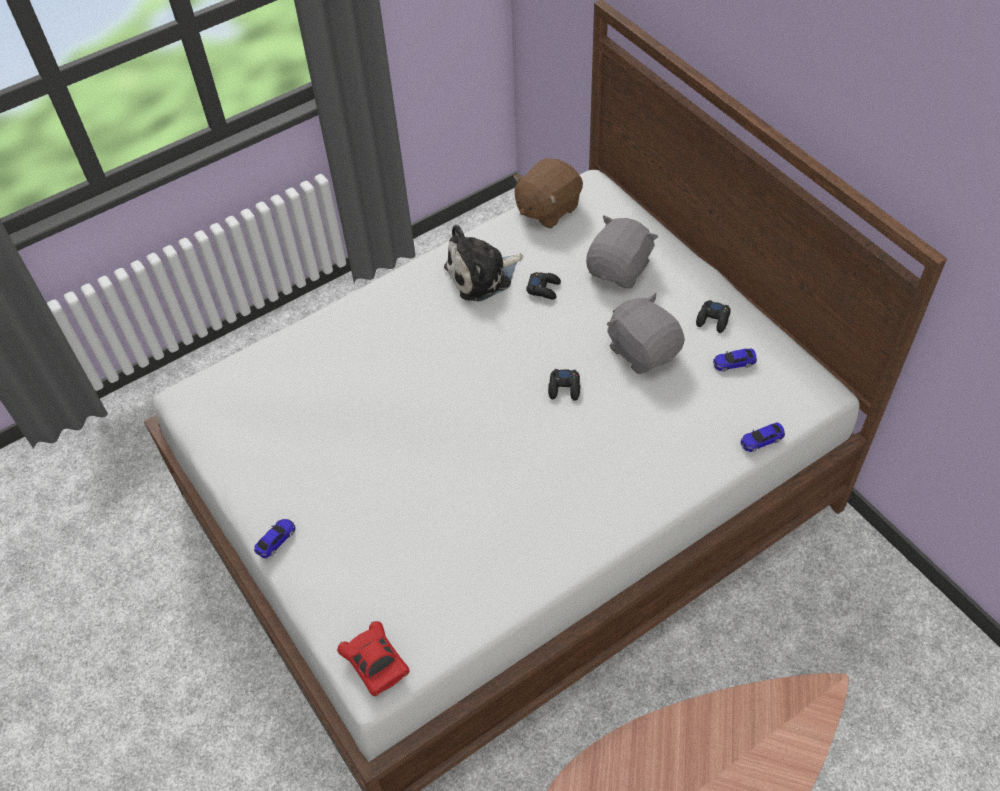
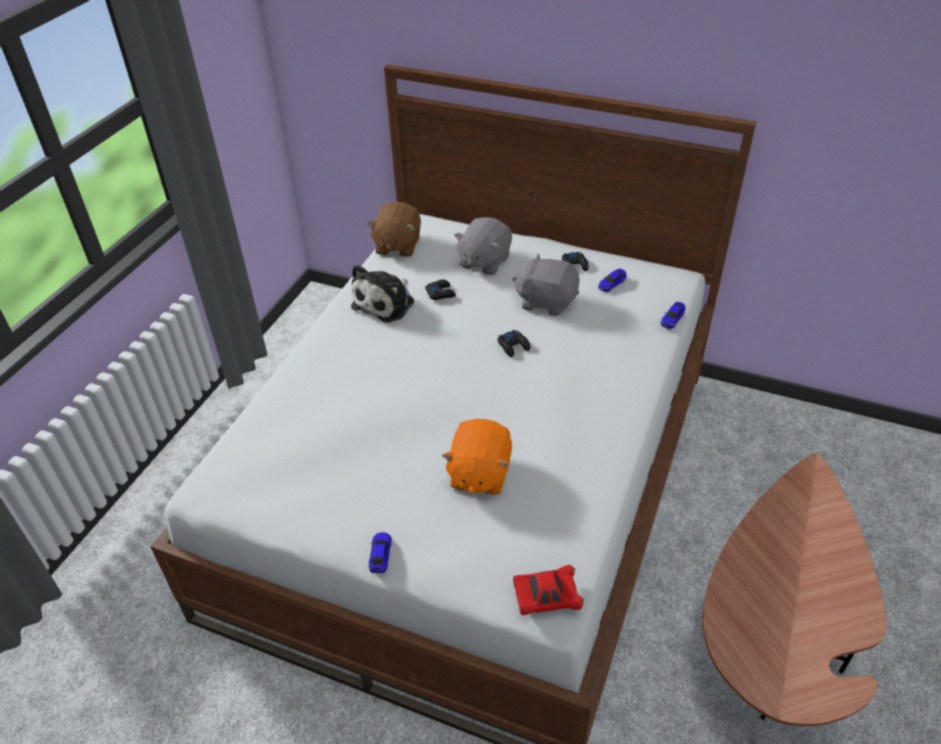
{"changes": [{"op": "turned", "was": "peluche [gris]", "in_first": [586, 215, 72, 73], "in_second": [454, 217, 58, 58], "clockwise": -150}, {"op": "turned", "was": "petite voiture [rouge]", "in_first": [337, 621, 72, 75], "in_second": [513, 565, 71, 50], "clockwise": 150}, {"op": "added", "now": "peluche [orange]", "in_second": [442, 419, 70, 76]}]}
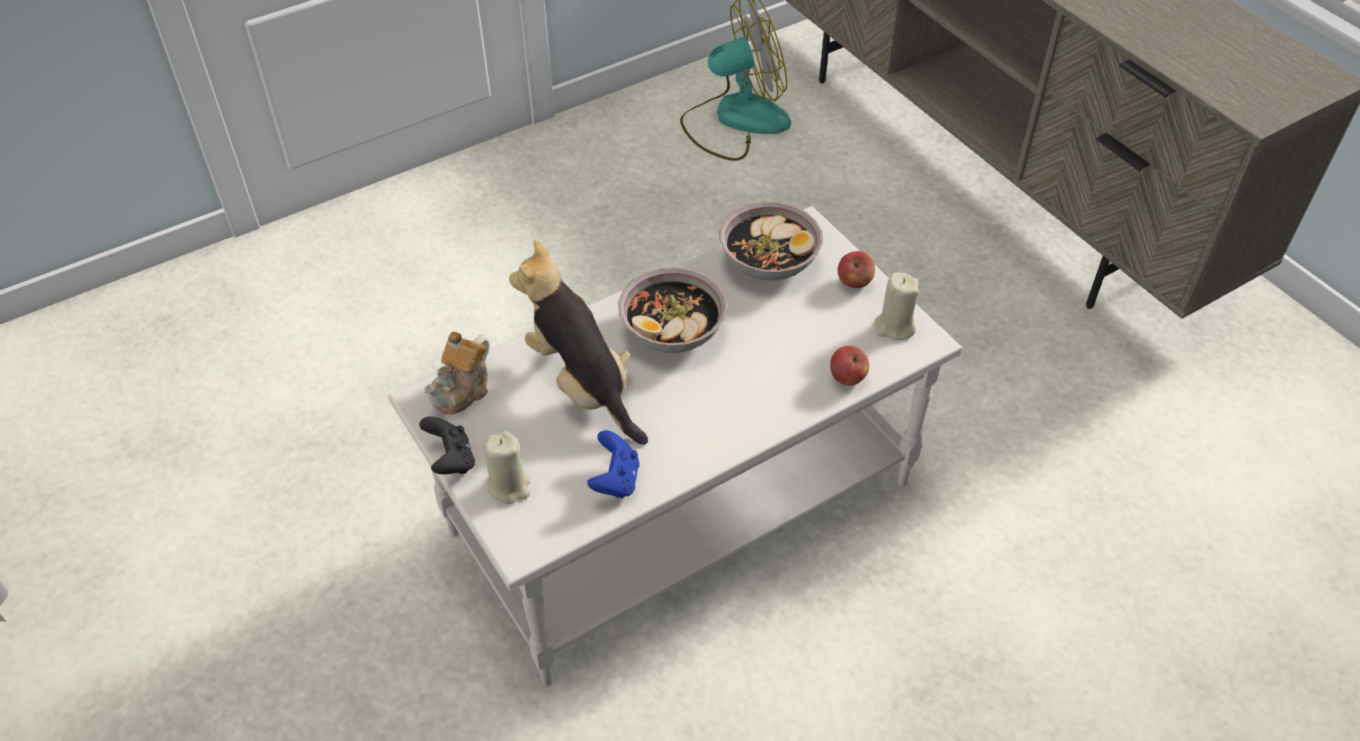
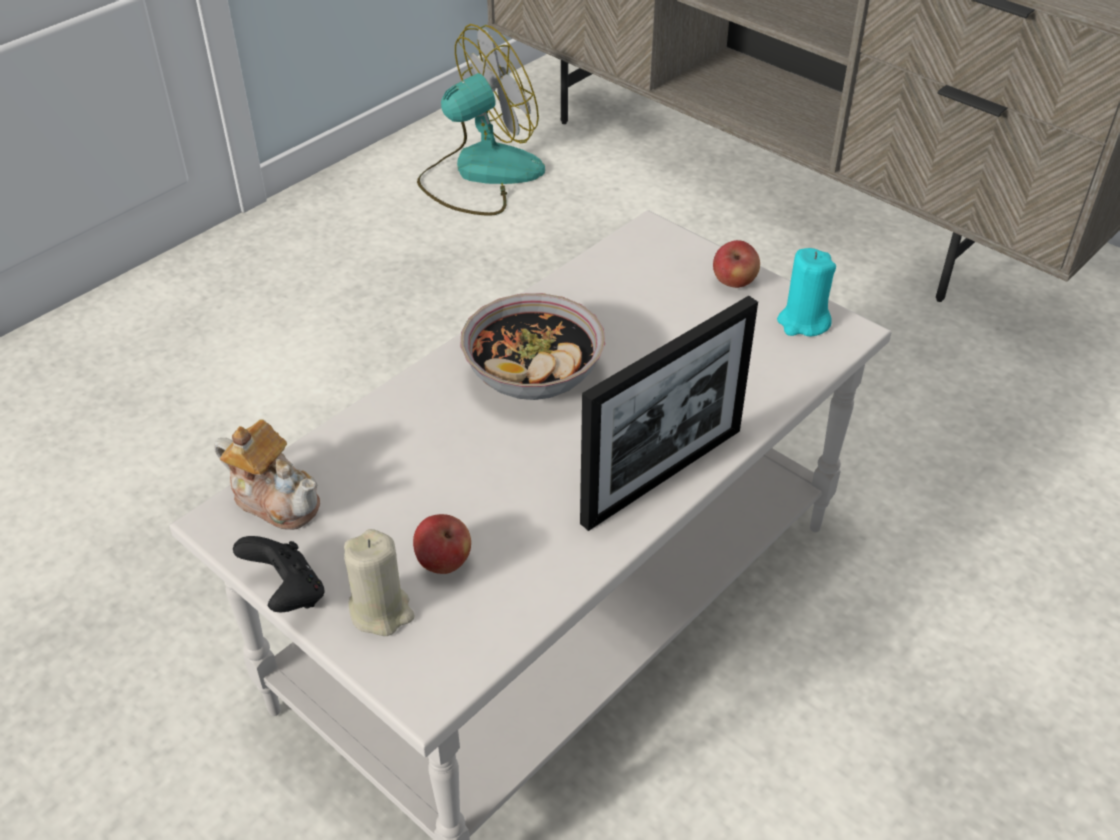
{"changes": [{"op": "removed", "was": "bol", "in_first": [719, 202, 104, 79]}, {"op": "removed", "was": "peluche", "in_first": [509, 240, 139, 205]}, {"op": "recoloured", "was": "bougie [beige]", "now": "bougie [turquoise]", "in_first": [874, 273, 45, 67], "in_second": [777, 248, 59, 88]}, {"op": "turned", "was": "théière", "in_first": [424, 332, 65, 83], "in_second": [214, 419, 106, 111], "clockwise": -75}, {"op": "moved", "was": "pomme", "in_first": [830, 346, 39, 40], "in_second": [413, 514, 58, 60]}, {"op": "removed", "was": "manette [bleu]", "in_first": [587, 430, 52, 69]}, {"op": "added", "now": "cadre photo", "in_second": [580, 296, 178, 235]}]}
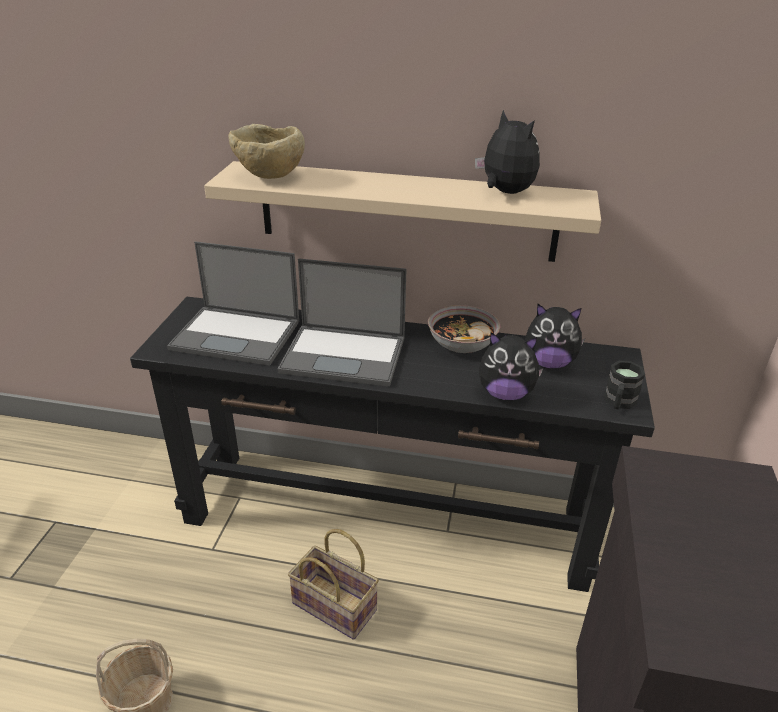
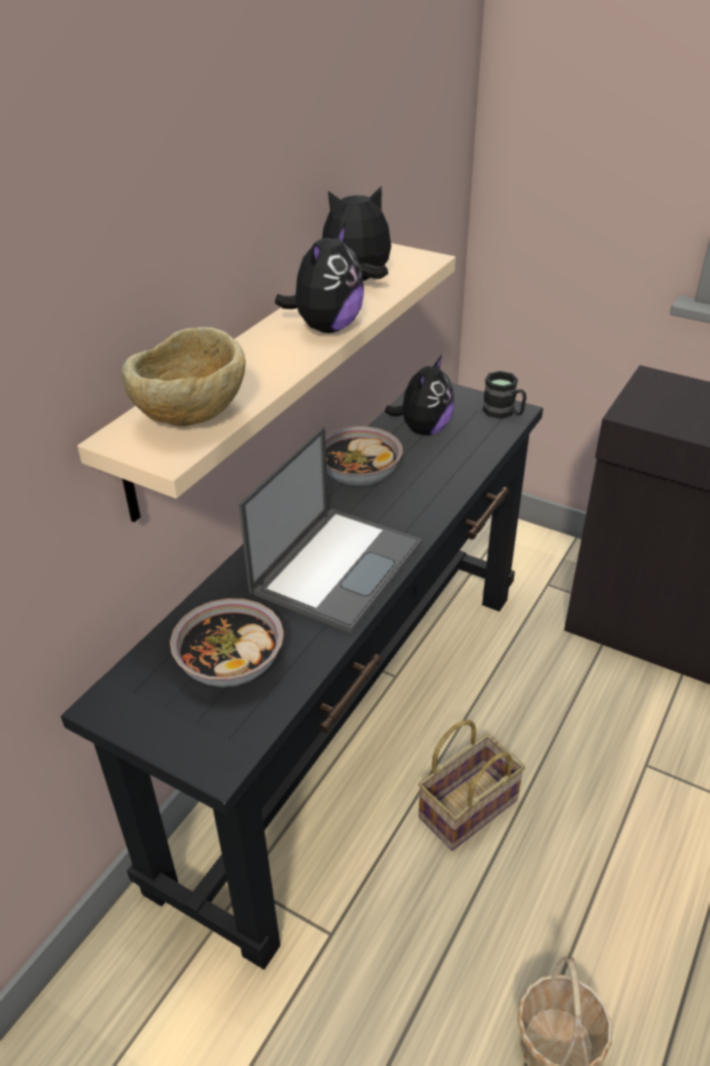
{"changes": [{"op": "replaced", "was": "ordinateur portable", "now": "bol", "in_first": [167, 241, 132, 125], "in_second": [170, 598, 114, 89]}, {"op": "moved", "was": "peluche", "in_first": [479, 332, 65, 68], "in_second": [275, 223, 89, 110]}]}
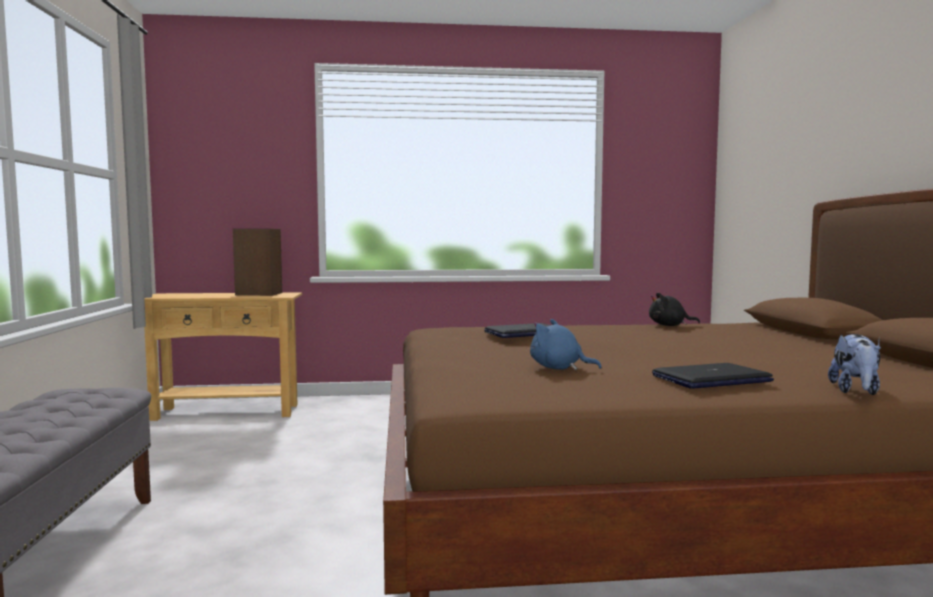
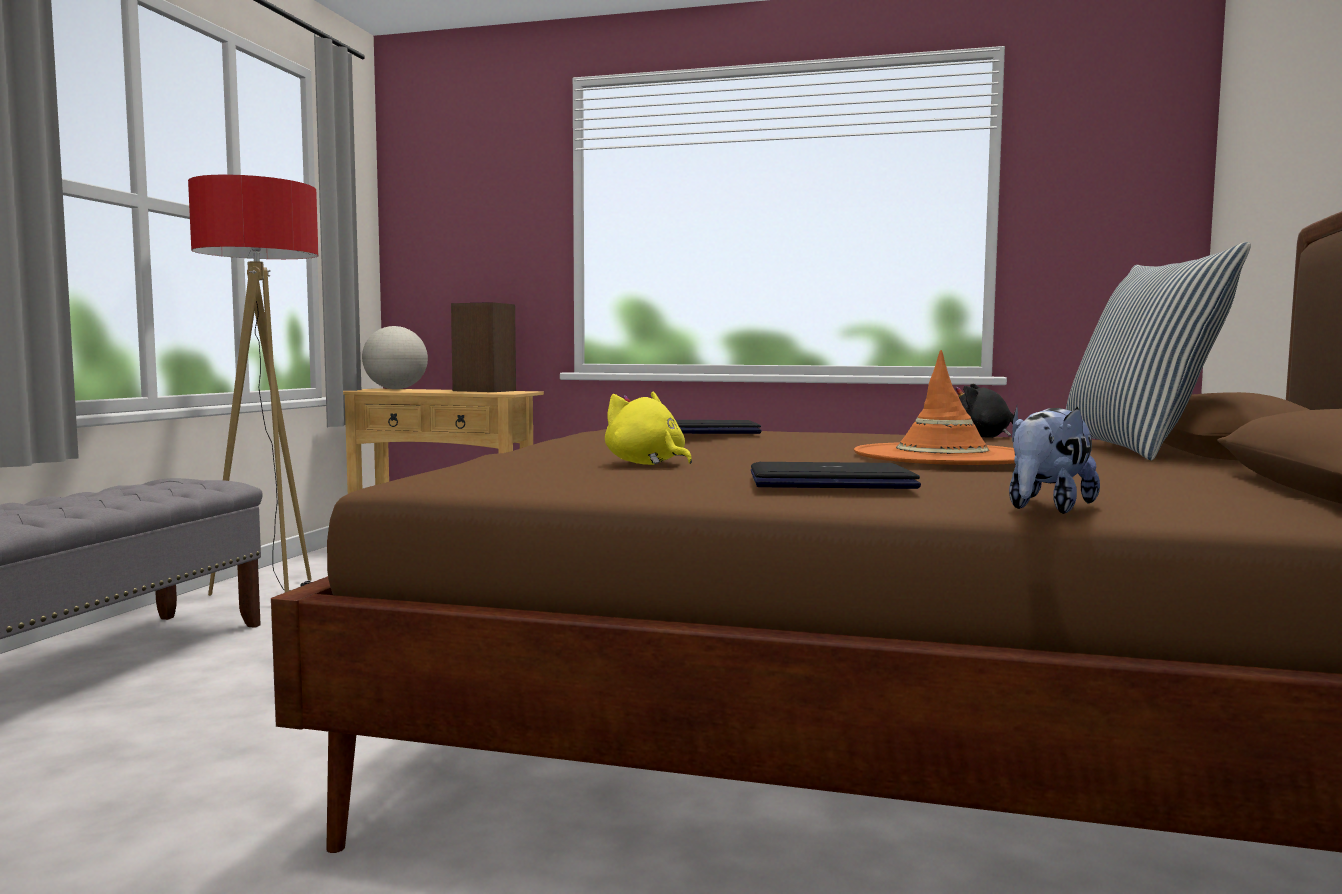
{"changes": [{"op": "recoloured", "was": "peluche [bleu]", "now": "peluche [jaune]", "in_first": [530, 319, 72, 51], "in_second": [605, 392, 87, 73]}, {"op": "added", "now": "lampadaire", "in_second": [188, 175, 130, 421]}, {"op": "added", "now": "coussin", "in_second": [1066, 242, 185, 218]}, {"op": "added", "now": "globe", "in_second": [362, 326, 66, 63]}, {"op": "added", "now": "chapeau [orange]", "in_second": [854, 350, 161, 115]}]}
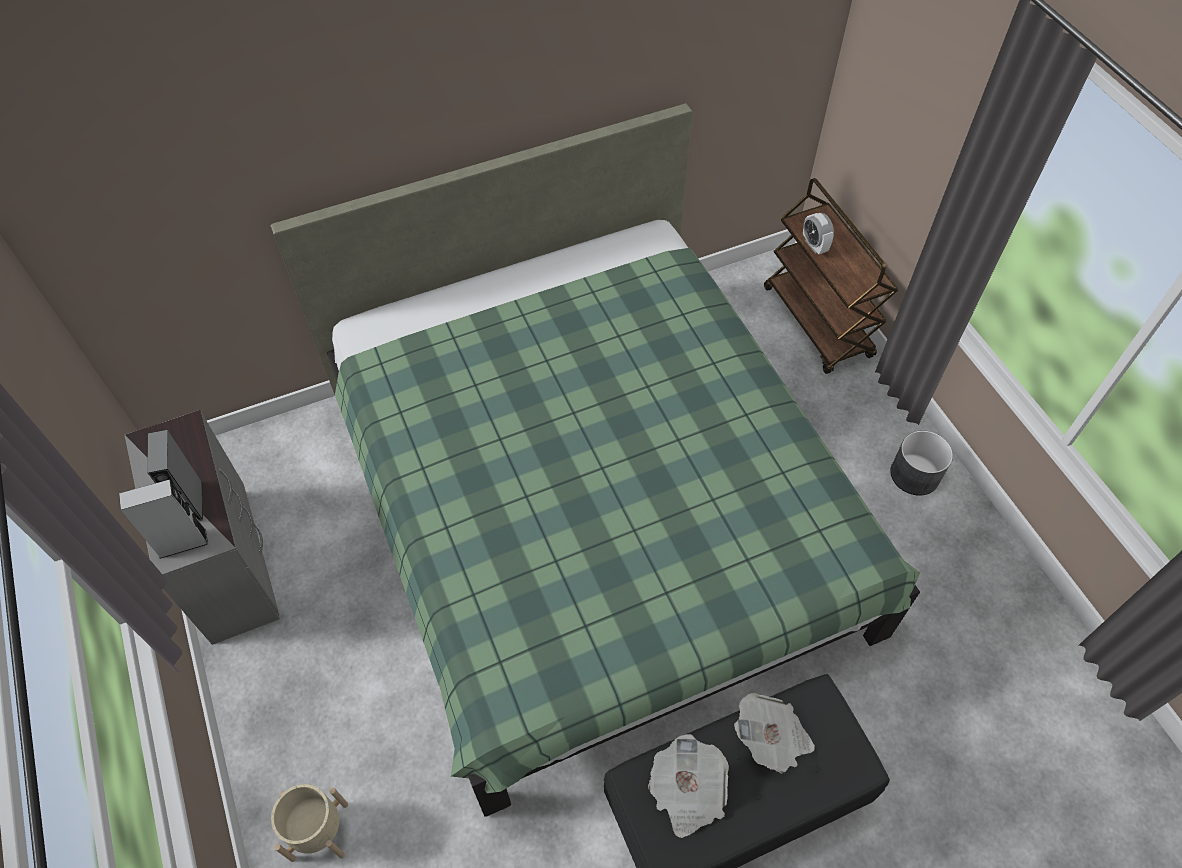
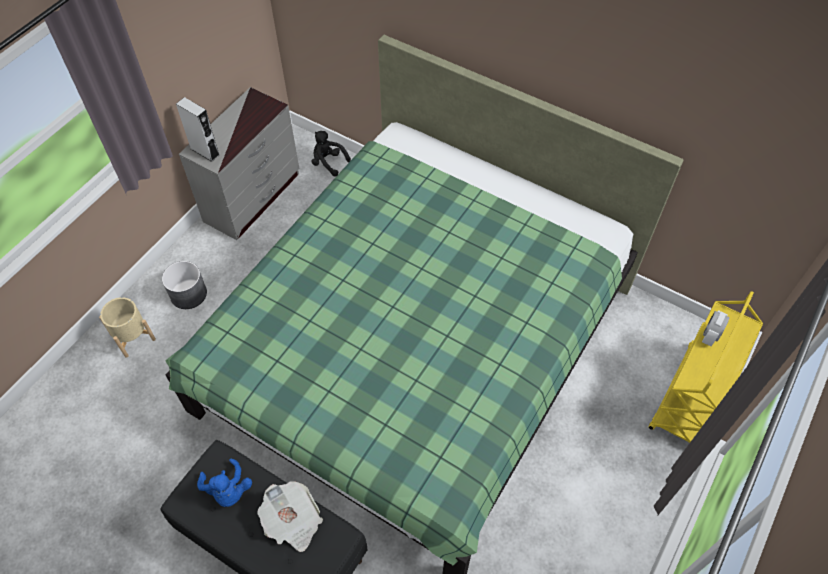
{"changes": [{"op": "recoloured", "was": "chariot [marron]", "now": "chariot [jaune]", "in_first": [764, 178, 134, 196], "in_second": [649, 291, 114, 152]}, {"op": "removed", "was": "enceinte [gris]", "in_first": [147, 430, 56, 91]}, {"op": "moved", "was": "cache-pot [gris]", "in_first": [890, 431, 63, 65], "in_second": [162, 261, 45, 48]}, {"op": "replaced", "was": "journal", "now": "peluche [bleu]", "in_first": [648, 734, 81, 104], "in_second": [197, 459, 55, 48]}, {"op": "added", "now": "peluche [noir]", "in_second": [312, 131, 39, 45]}]}
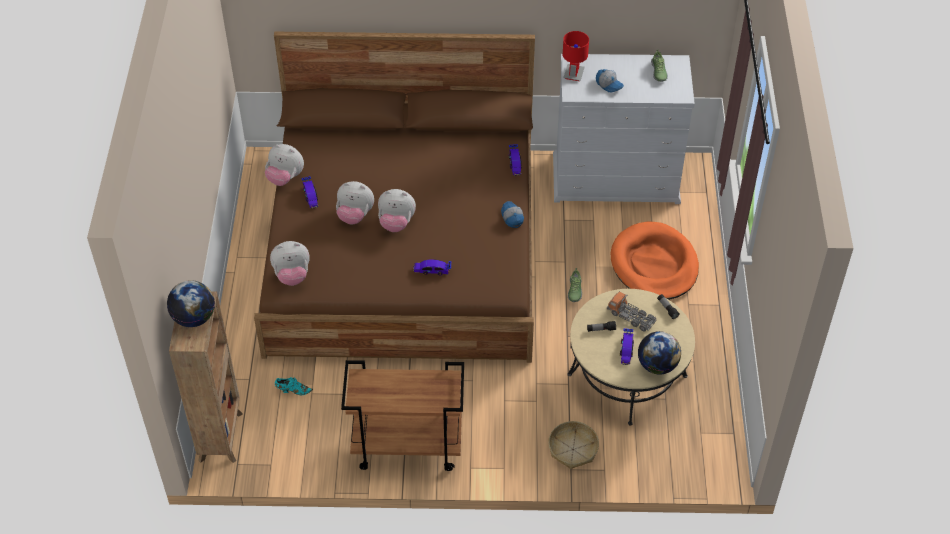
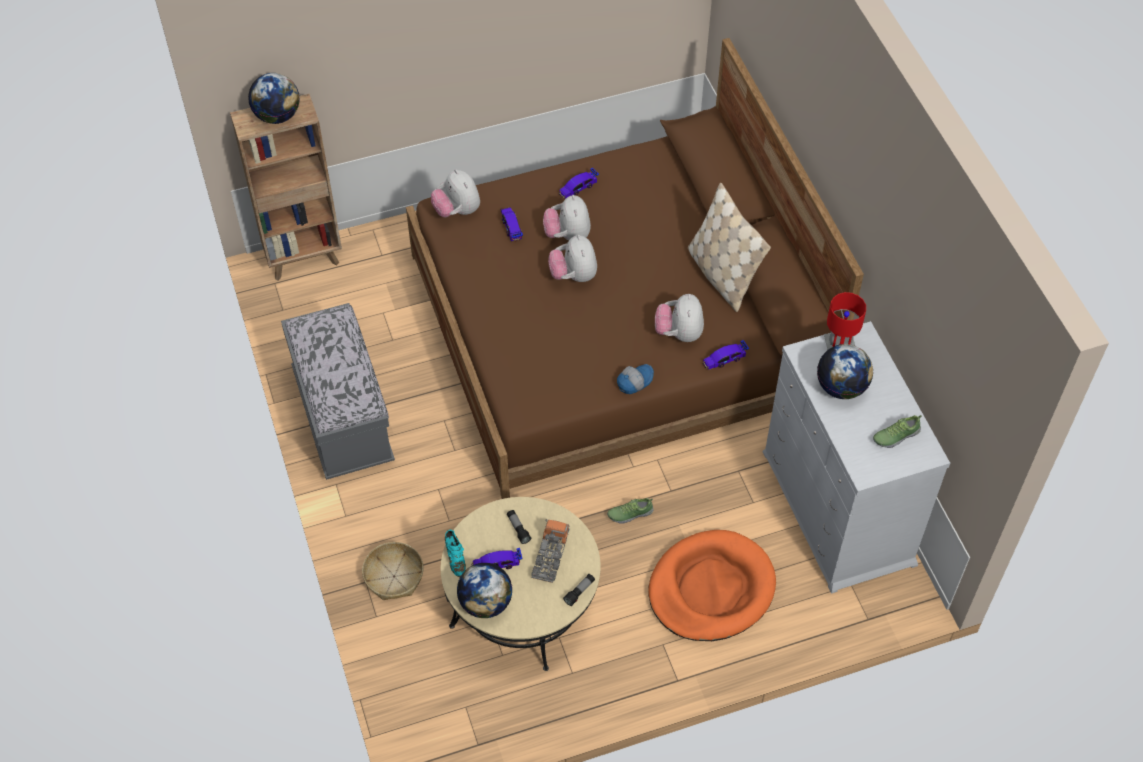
{"changes": [{"op": "replaced", "was": "casquette", "now": "globe", "in_first": [596, 69, 28, 24], "in_second": [817, 344, 56, 55]}, {"op": "moved", "was": "peluche", "in_first": [265, 144, 39, 42], "in_second": [655, 294, 49, 48]}, {"op": "moved", "was": "petite voiture", "in_first": [413, 259, 38, 17], "in_second": [501, 207, 22, 34]}, {"op": "replaced", "was": "chariot [marron]", "now": "banc [gris]", "in_first": [341, 360, 123, 111], "in_second": [281, 303, 114, 177]}, {"op": "moved", "was": "chaussure [turquoise]", "in_first": [275, 377, 38, 18], "in_second": [445, 530, 21, 47]}, {"op": "added", "now": "coussin [beige]", "in_second": [688, 183, 83, 129]}]}
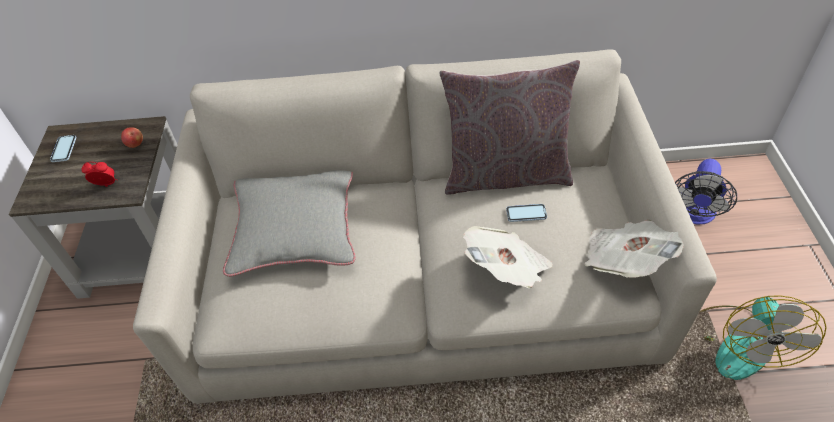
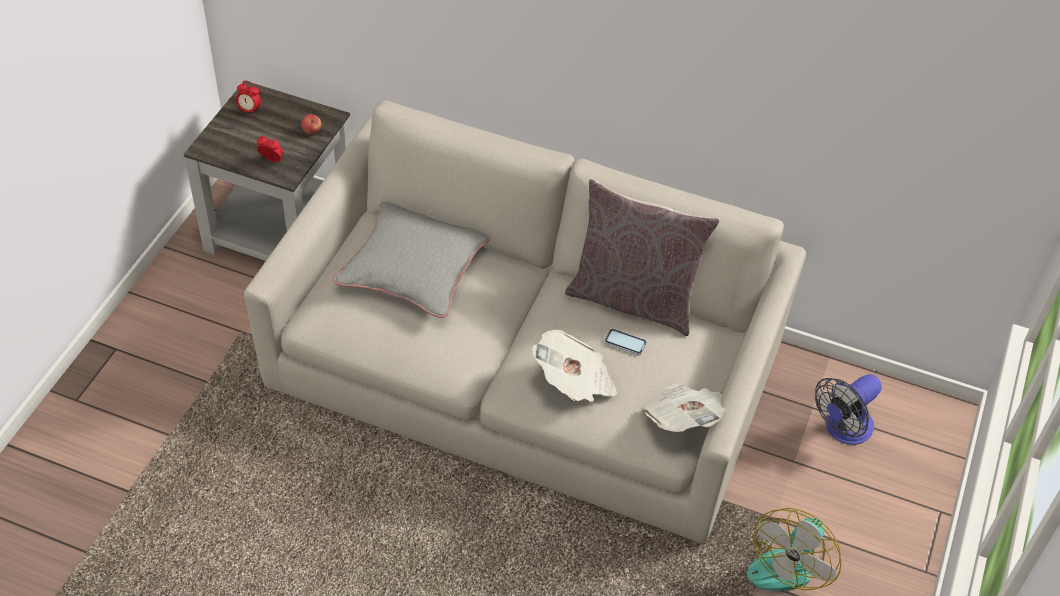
{"changes": [{"op": "replaced", "was": "téléphone", "now": "réveil", "in_first": [50, 135, 27, 27], "in_second": [236, 80, 25, 36]}]}
